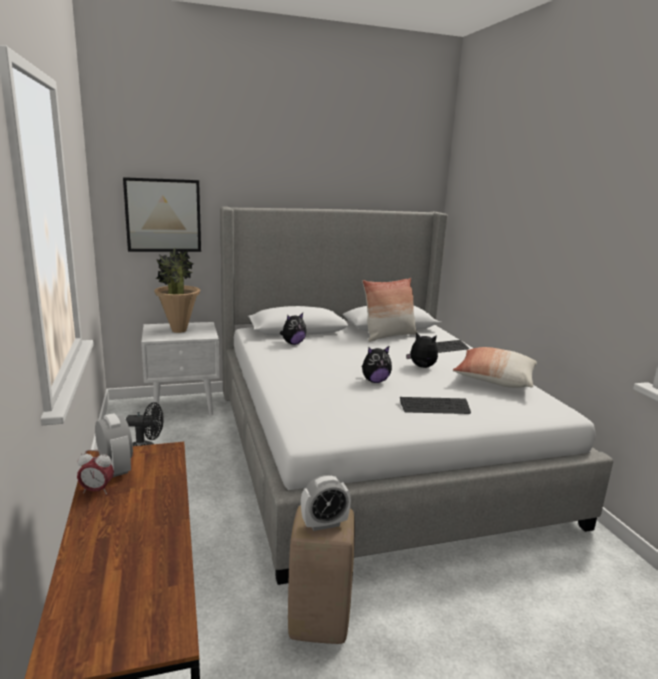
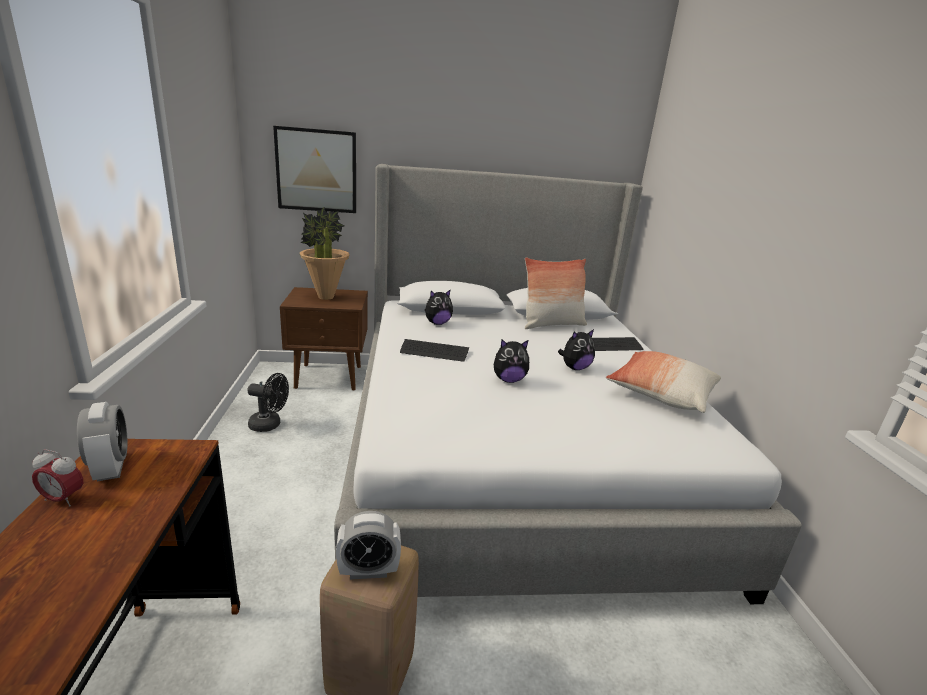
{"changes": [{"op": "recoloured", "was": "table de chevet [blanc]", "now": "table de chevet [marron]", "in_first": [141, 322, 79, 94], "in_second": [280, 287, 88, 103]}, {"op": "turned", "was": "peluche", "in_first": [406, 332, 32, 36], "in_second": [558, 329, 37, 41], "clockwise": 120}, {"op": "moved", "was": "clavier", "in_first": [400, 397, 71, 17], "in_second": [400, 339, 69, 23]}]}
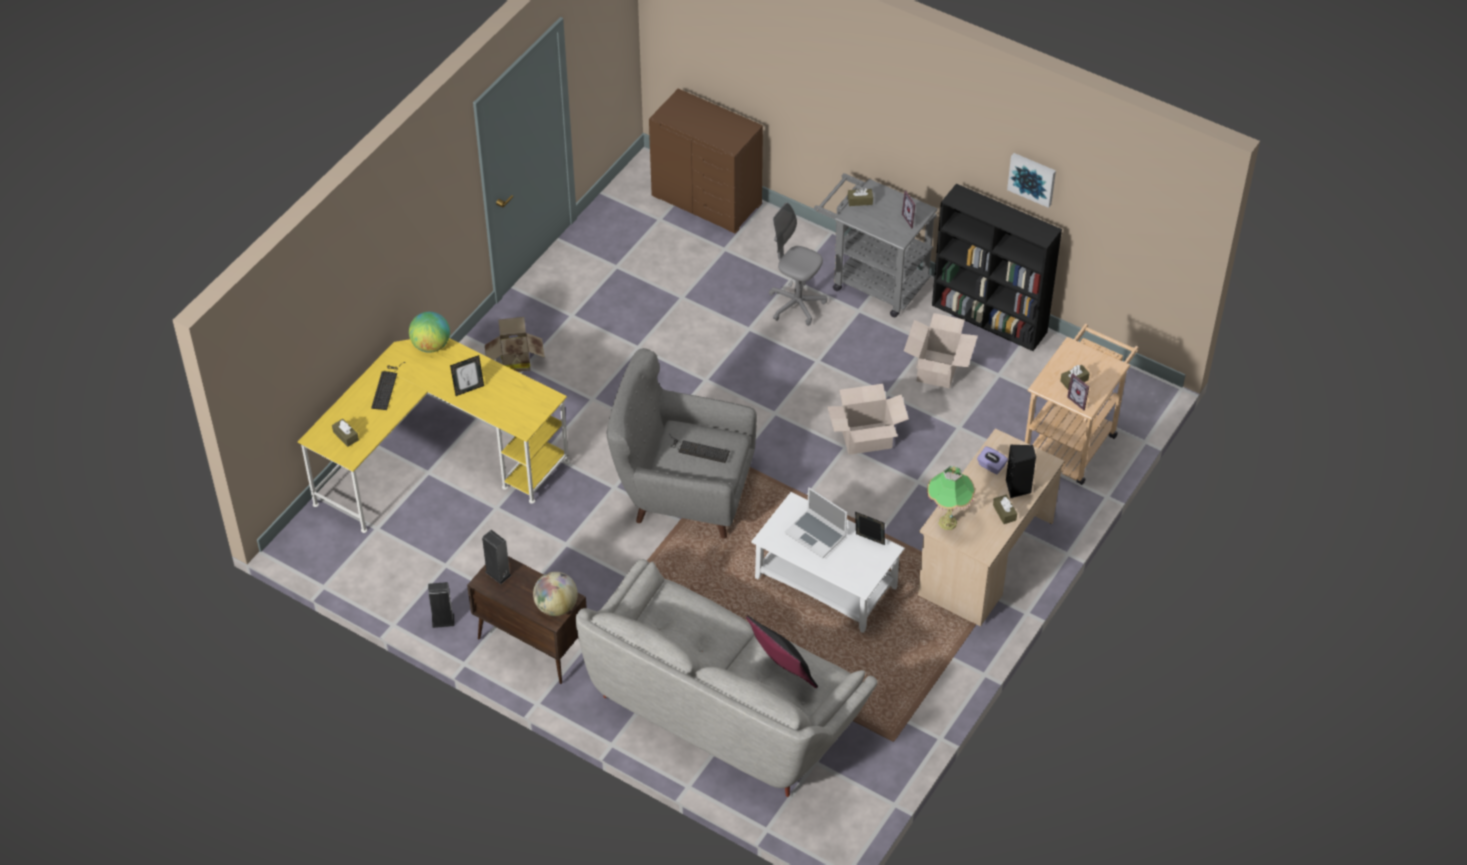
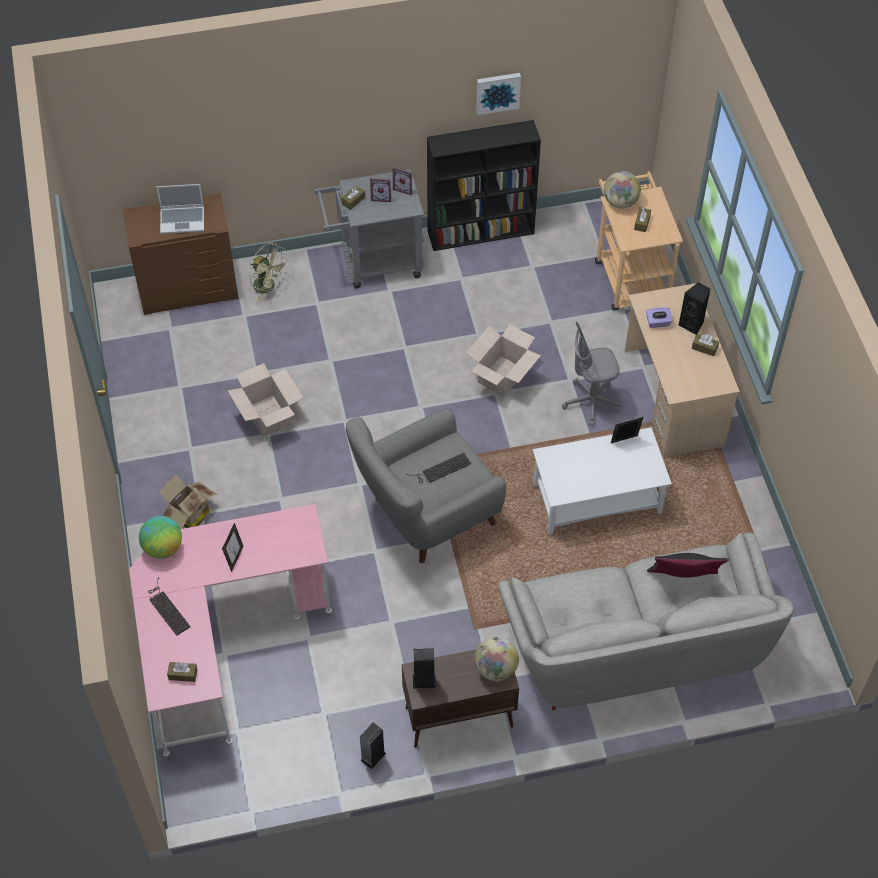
{"changes": [{"op": "moved", "was": "chaise de bureau [gris]", "in_first": [769, 202, 58, 124], "in_second": [562, 322, 59, 104]}, {"op": "moved", "was": "carton", "in_first": [904, 313, 74, 76], "in_second": [228, 363, 75, 75]}, {"op": "recoloured", "was": "bureau [jaune]", "now": "bureau [rose]", "in_first": [298, 338, 272, 195], "in_second": [129, 504, 203, 252]}, {"op": "moved", "was": "cadre photo", "in_first": [1067, 373, 22, 38], "in_second": [370, 178, 21, 24]}, {"op": "removed", "was": "lampe de table", "in_first": [927, 466, 48, 64]}, {"op": "moved", "was": "ordinateur portable", "in_first": [785, 487, 62, 71], "in_second": [156, 184, 48, 50]}, {"op": "added", "now": "globe", "in_second": [604, 171, 37, 38]}, {"op": "added", "now": "ventilateur [vert]", "in_second": [249, 242, 40, 59]}]}
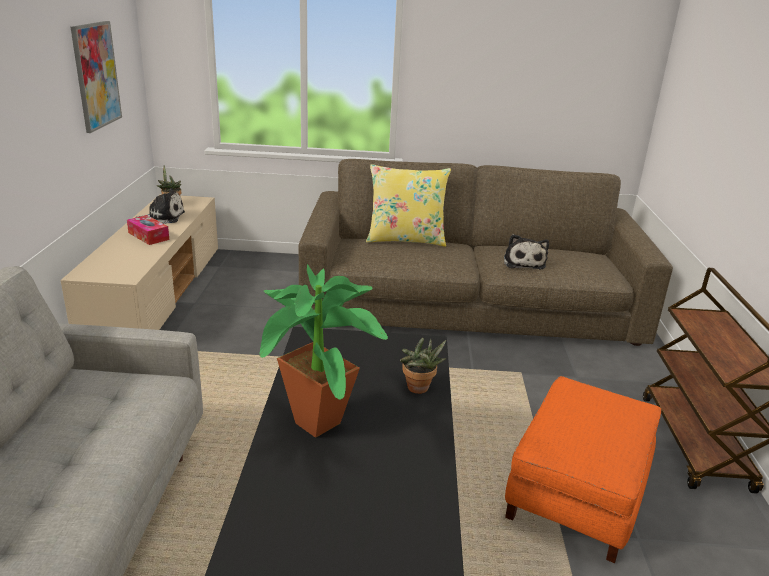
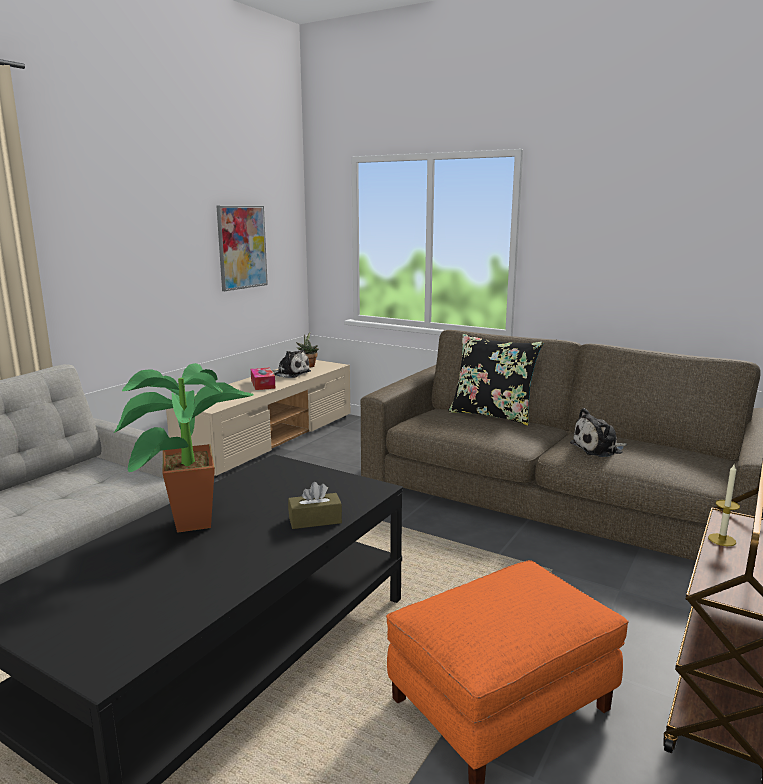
{"changes": [{"op": "recoloured", "was": "coussin [jaune]", "now": "coussin [noir]", "in_first": [366, 164, 85, 83], "in_second": [448, 334, 95, 91]}, {"op": "turned", "was": "peluche", "in_first": [504, 234, 45, 35], "in_second": [570, 408, 57, 49], "clockwise": 45}, {"op": "replaced", "was": "plante en pot", "now": "boîte à mouchoirs [marron]", "in_first": [400, 338, 46, 56], "in_second": [288, 482, 54, 47]}, {"op": "added", "now": "bougie", "in_second": [708, 463, 32, 83]}]}
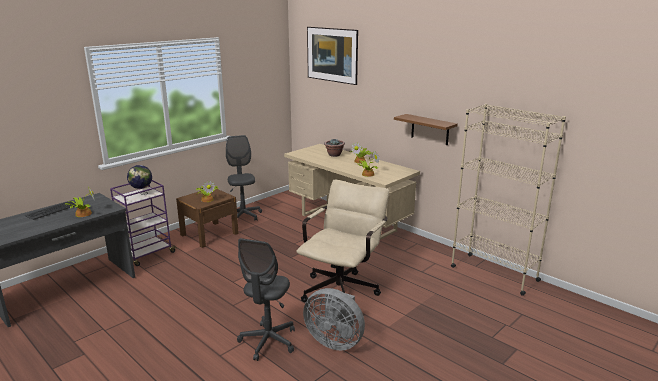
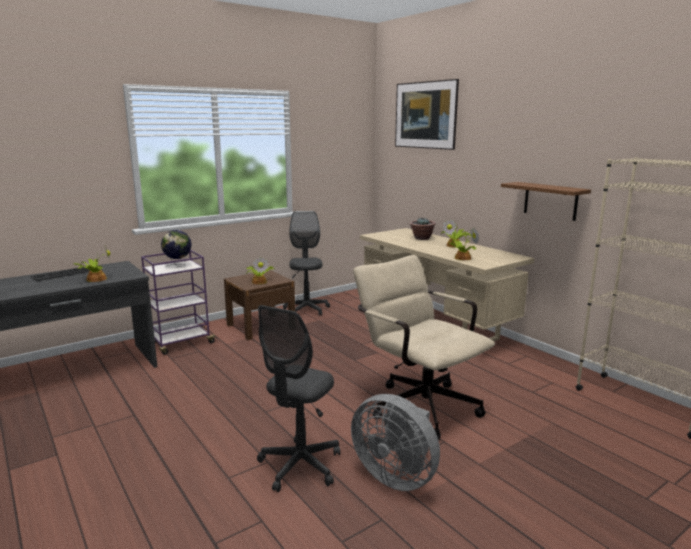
{"changes": [{"op": "turned", "was": "chaise de bureau [beige]", "in_first": [296, 180, 94, 122], "in_second": [353, 255, 142, 185], "clockwise": -75}]}
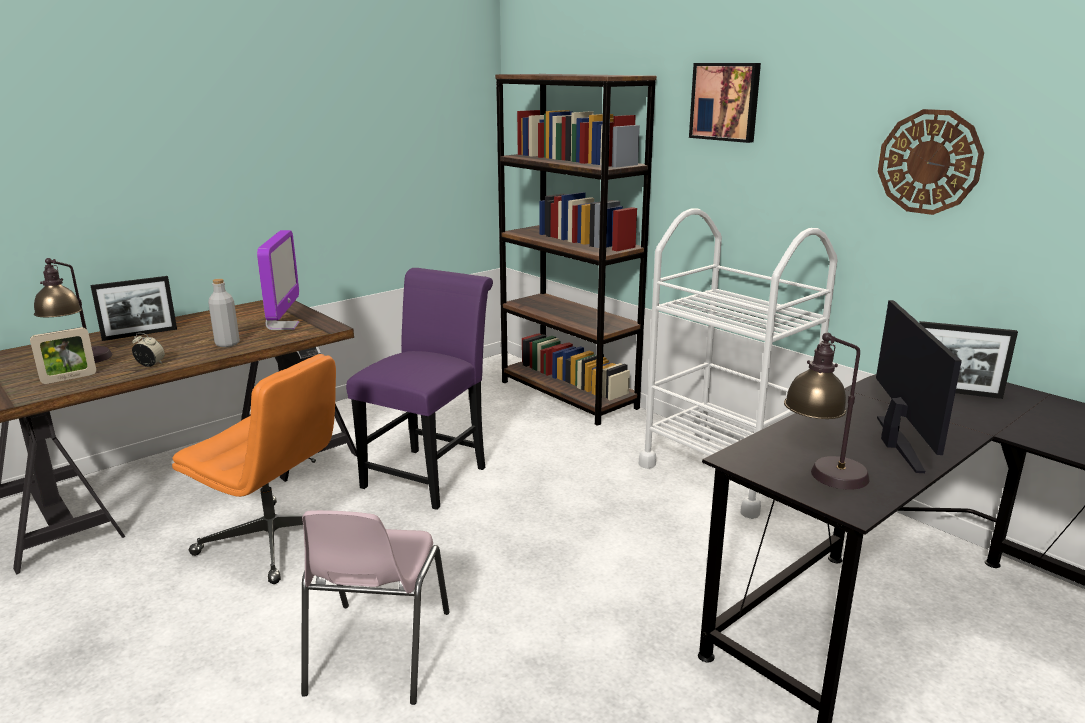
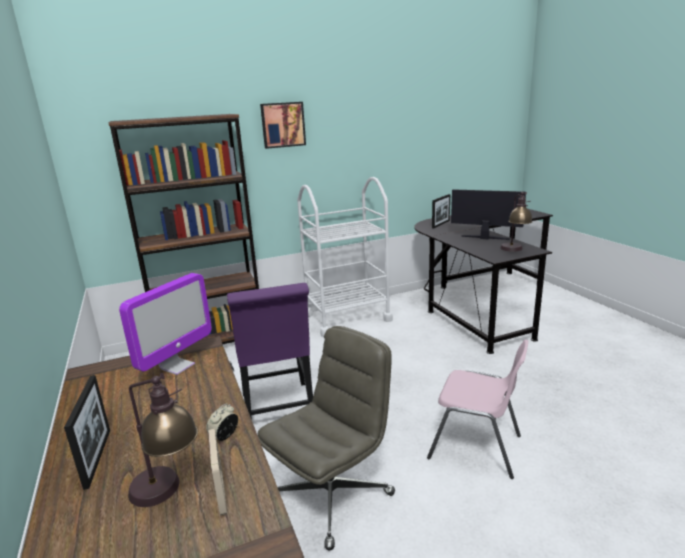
{"changes": [{"op": "removed", "was": "horloge murale", "in_first": [878, 109, 106, 106]}, {"op": "turned", "was": "écran d'ordinateur", "in_first": [257, 230, 42, 100], "in_second": [119, 273, 93, 102], "clockwise": 105}, {"op": "turned", "was": "chaise [violet]", "in_first": [346, 268, 147, 242], "in_second": [227, 283, 86, 137], "clockwise": -150}, {"op": "removed", "was": "bouteille [gris]", "in_first": [208, 279, 32, 68]}, {"op": "recoloured", "was": "chaise de bureau [orange]", "now": "chaise de bureau [gris]", "in_first": [172, 354, 164, 230], "in_second": [258, 326, 137, 225]}]}
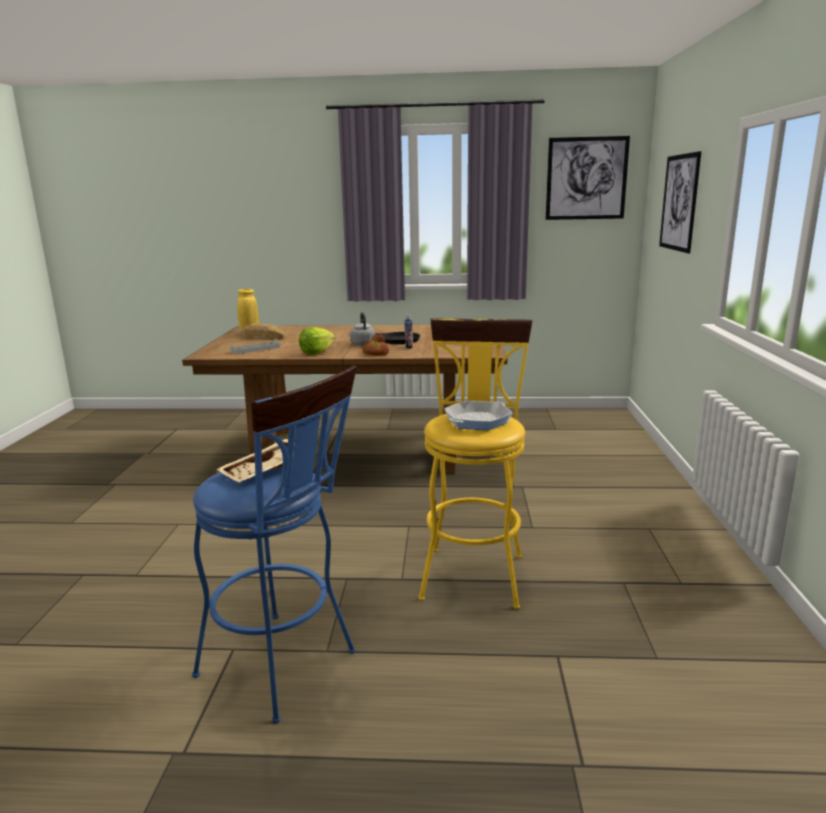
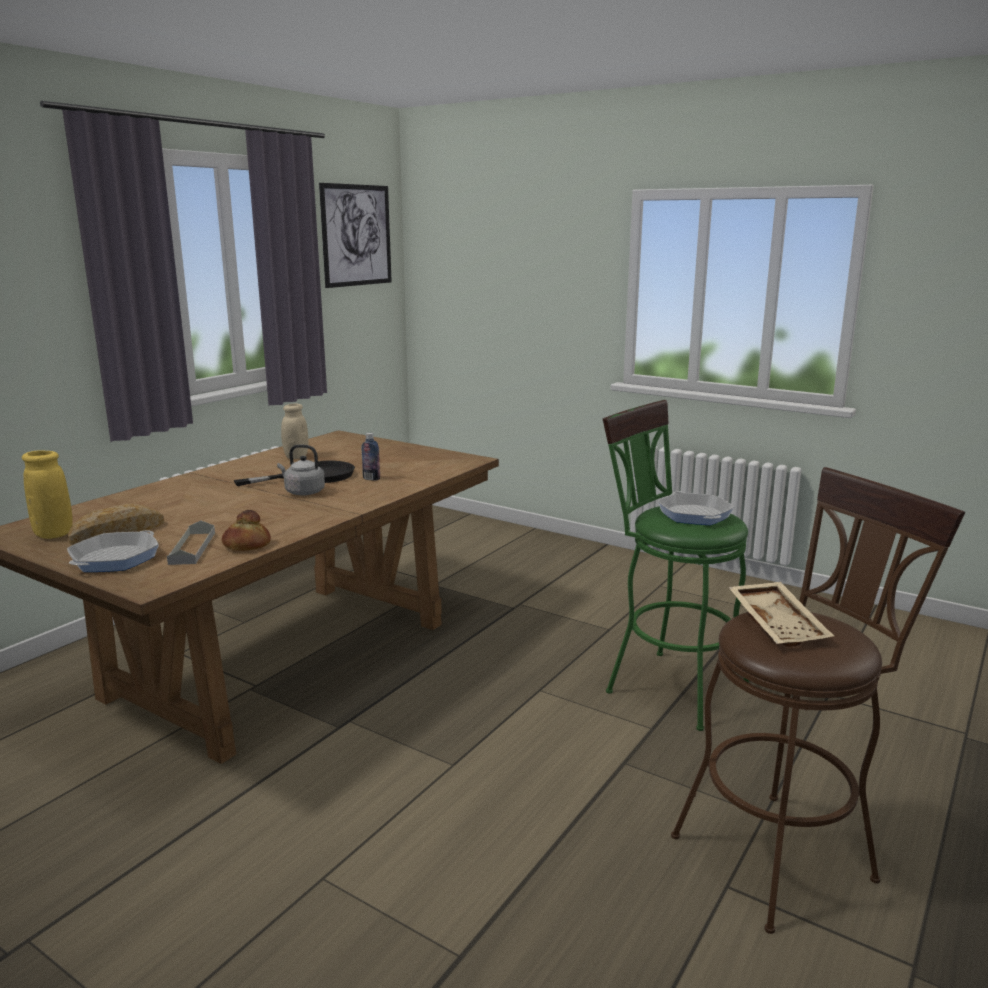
{"changes": [{"op": "removed", "was": "tableau", "in_first": [659, 151, 42, 102]}, {"op": "recoloured", "was": "tabouret [jaune]", "now": "tabouret [vert]", "in_first": [418, 318, 115, 291], "in_second": [603, 400, 146, 331]}, {"op": "removed", "was": "laitue", "in_first": [299, 327, 36, 27]}, {"op": "moved", "was": "pain", "in_first": [362, 333, 27, 23], "in_second": [222, 510, 49, 41]}, {"op": "recoloured", "was": "tabouret [bleu]", "now": "tabouret [marron]", "in_first": [192, 366, 165, 357], "in_second": [671, 467, 294, 467]}, {"op": "added", "now": "bocal [beige]", "in_second": [281, 403, 27, 56]}, {"op": "added", "now": "poêle", "in_second": [67, 530, 92, 42]}]}
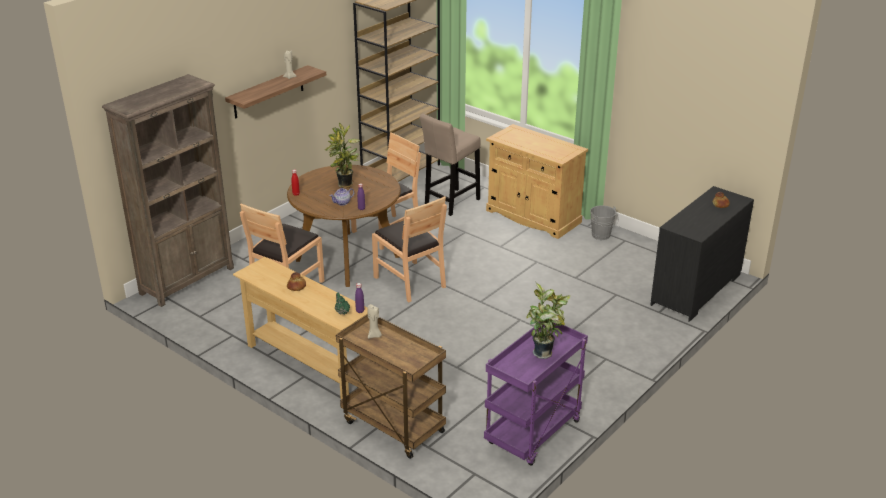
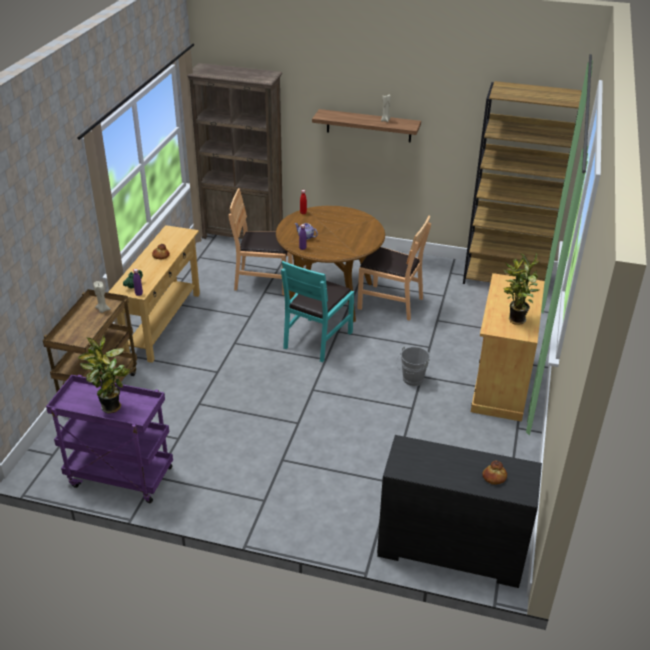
{"changes": [{"op": "removed", "was": "tabouret [beige]", "in_first": [420, 114, 61, 102]}, {"op": "moved", "was": "plante en pot", "in_first": [325, 123, 35, 65], "in_second": [503, 253, 37, 72]}, {"op": "recoloured", "was": "chaise [marron]", "now": "chaise [turquoise]", "in_first": [372, 196, 75, 106], "in_second": [281, 261, 73, 101]}, {"op": "moved", "was": "seau [gris]", "in_first": [590, 205, 29, 35], "in_second": [396, 346, 34, 40]}]}
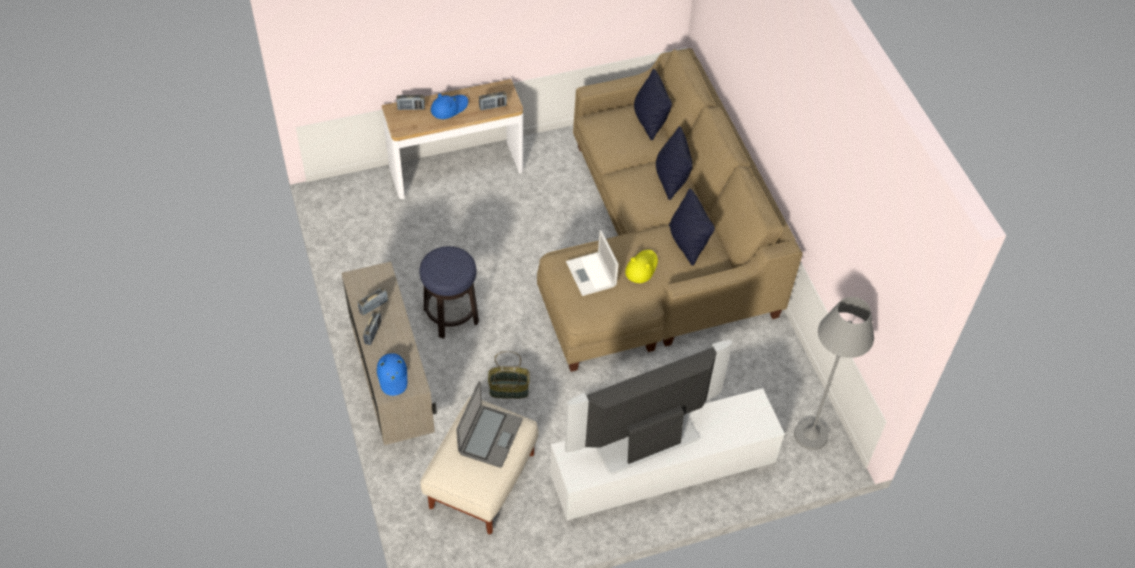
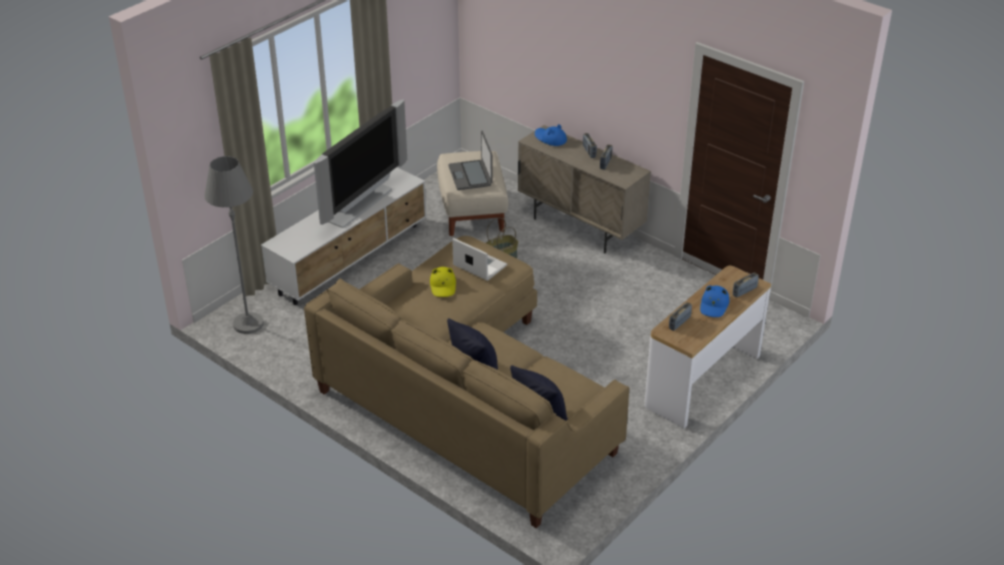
{"changes": [{"op": "removed", "was": "coussin [noir]", "in_first": [669, 189, 46, 76]}, {"op": "removed", "was": "tabouret", "in_first": [419, 246, 60, 93]}]}
